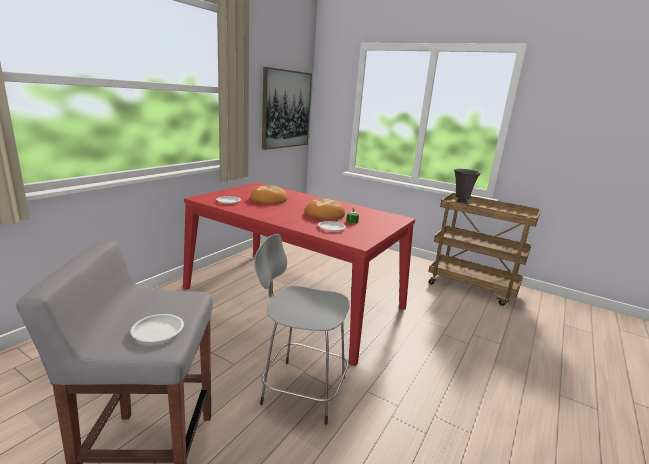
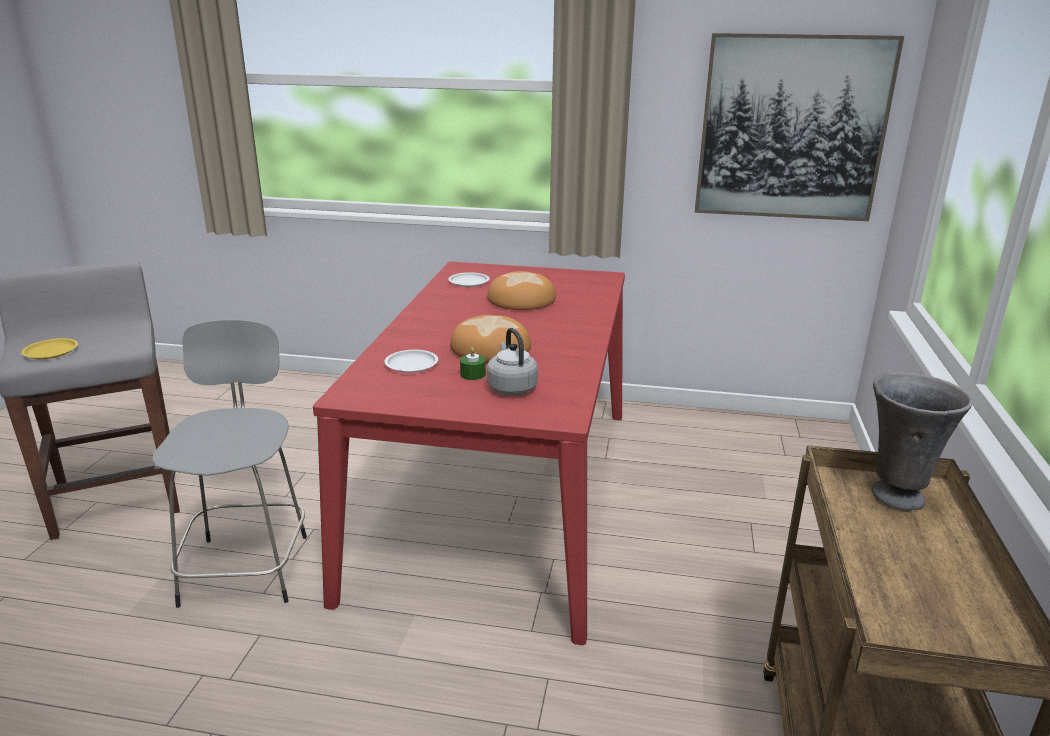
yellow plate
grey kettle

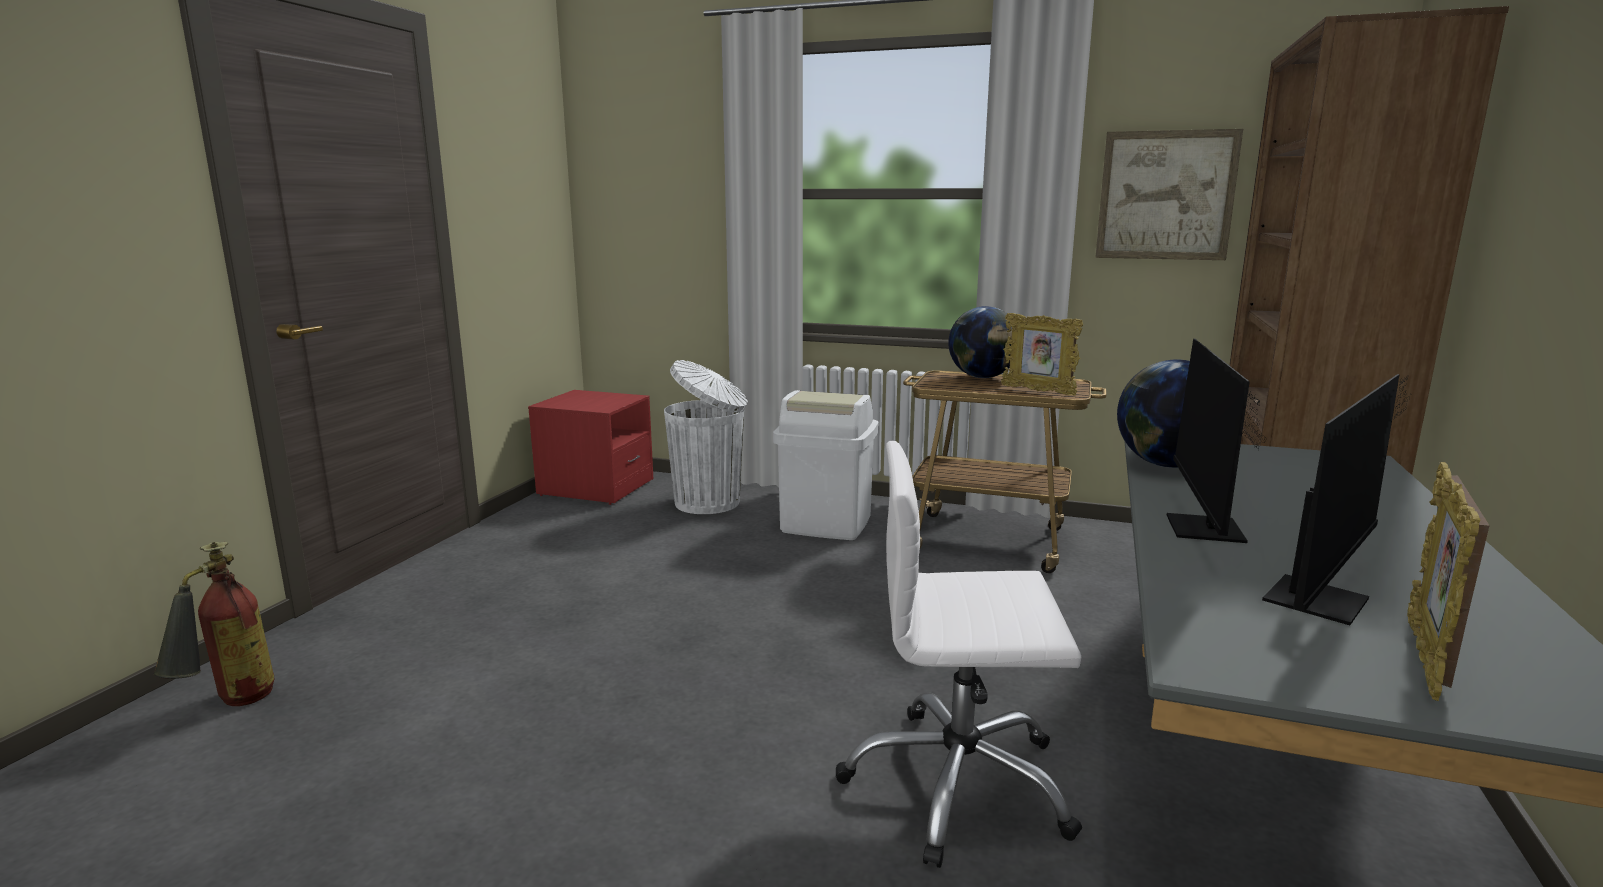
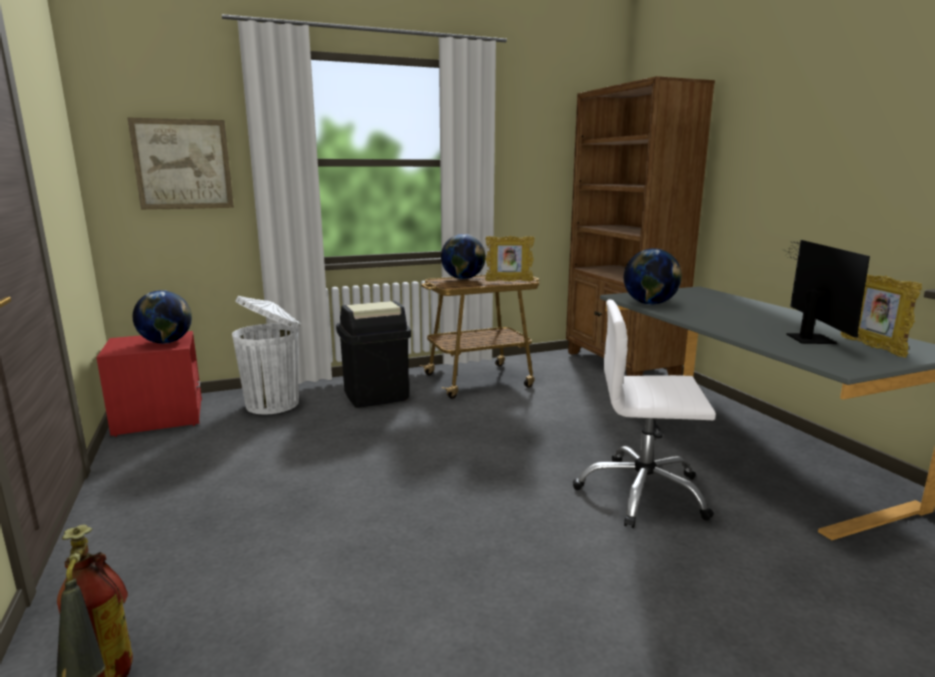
picture
monitor (1st from left in the first image)
black trash can
white office chair
globe (1st from left)

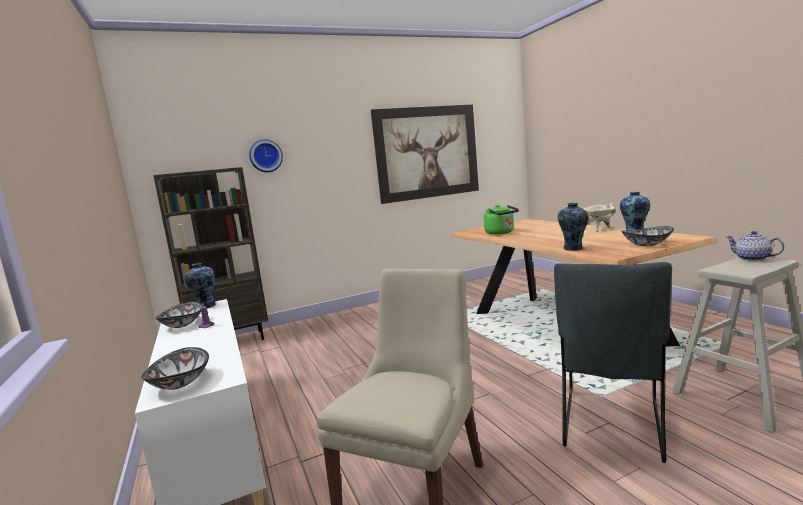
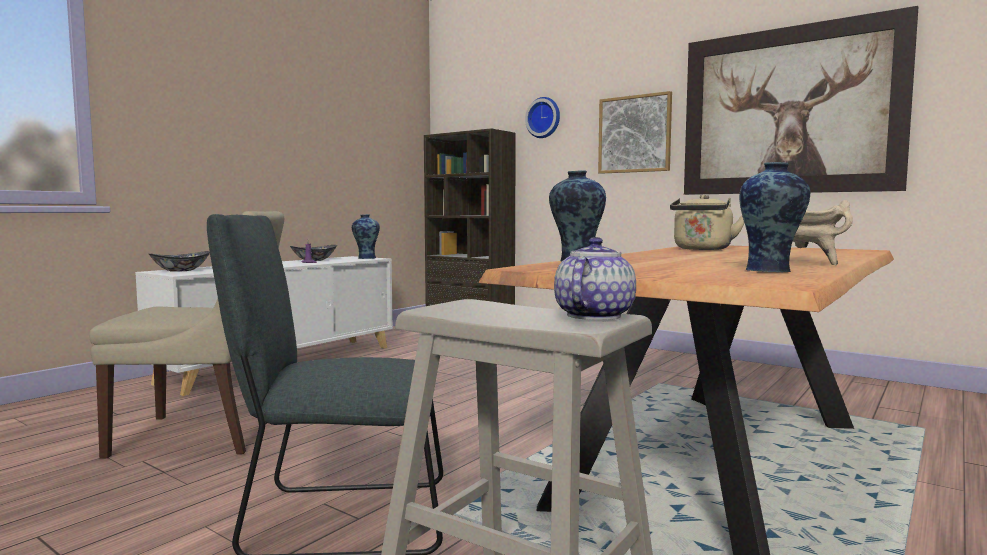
beige kettle
bowl (3rd from left in the first image)
picture (1st from left)

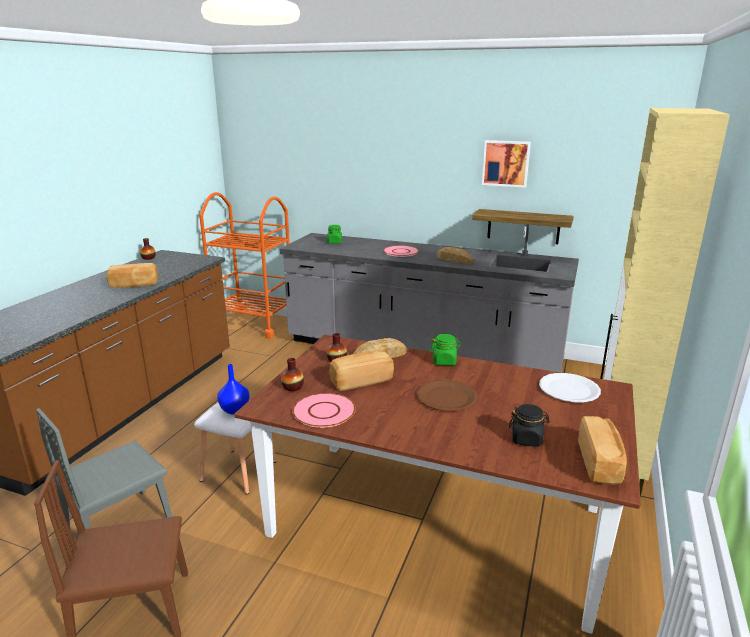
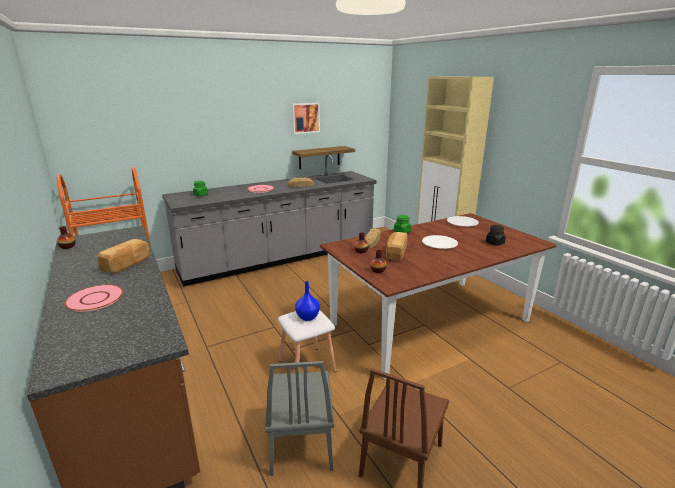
white plate (1st from left)
pink plate (1st from left)
bread (5th from left in the first image)

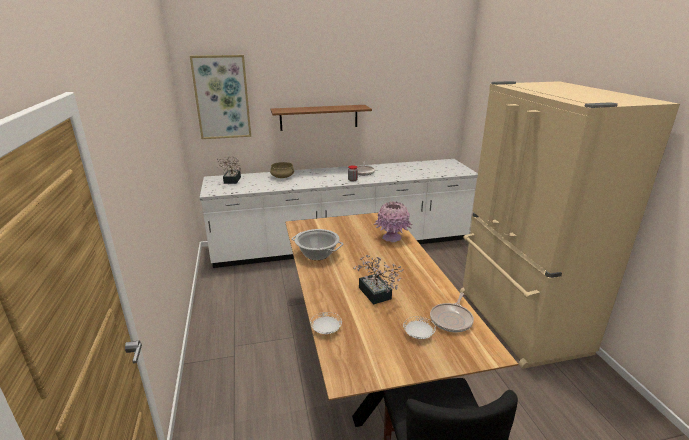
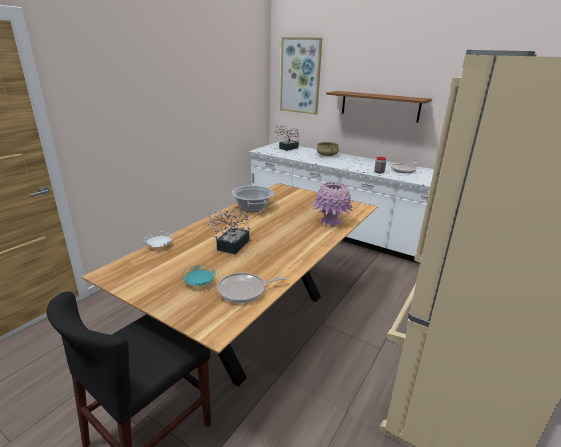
turquoise plate

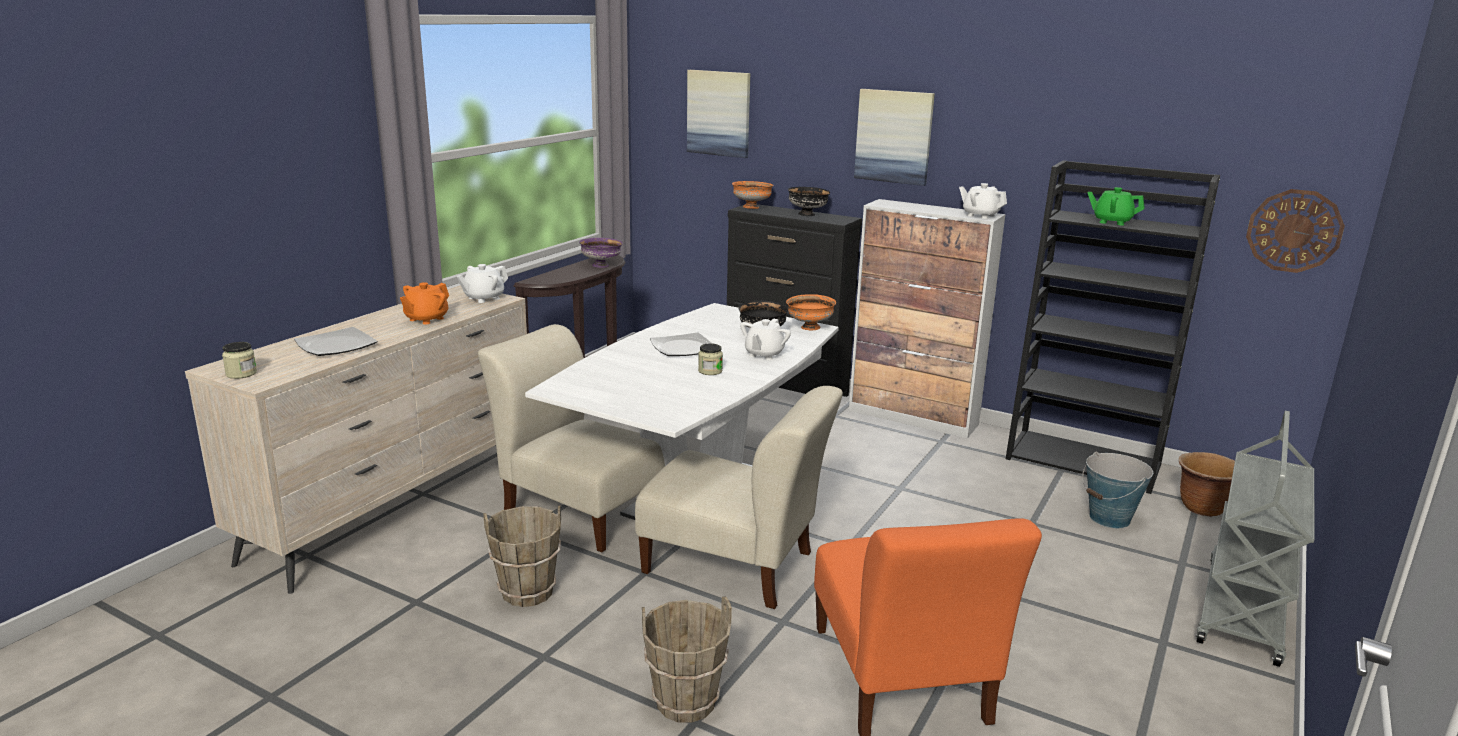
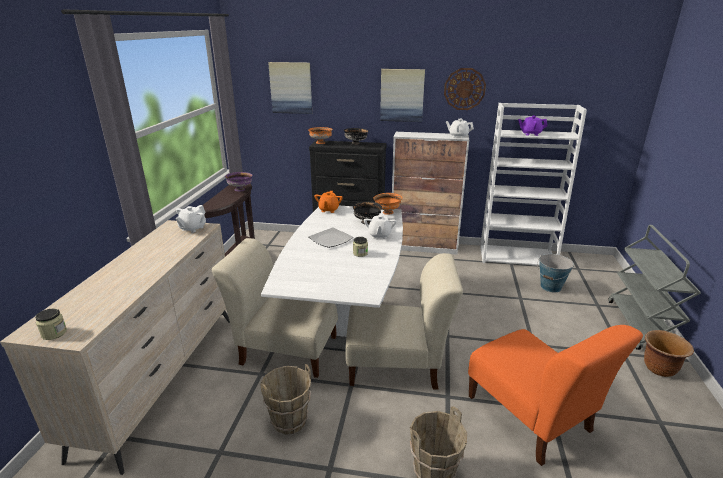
white bookcase
purple teapot
wall clock
orange teapot
plate (1st from left in the first image)
brown planter

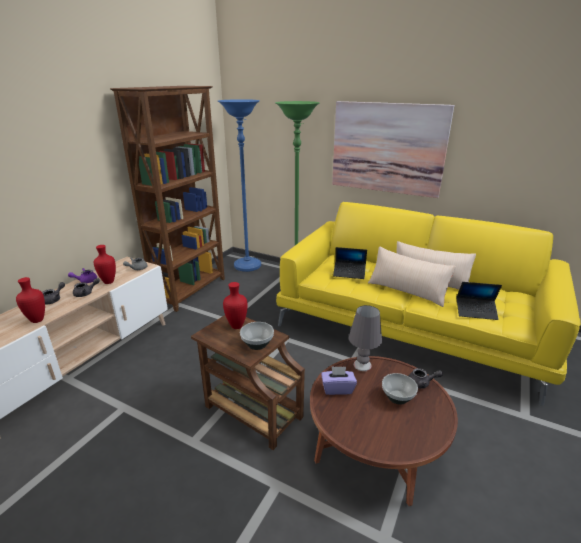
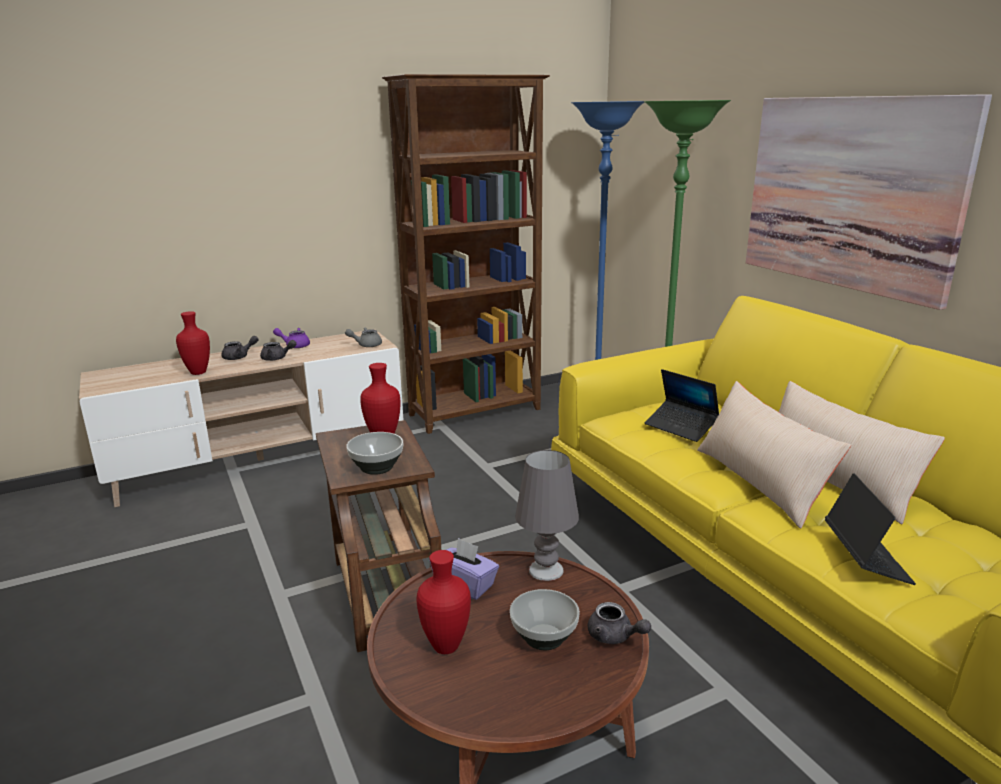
red vase (3rd from left)
laptop (2nd from left)

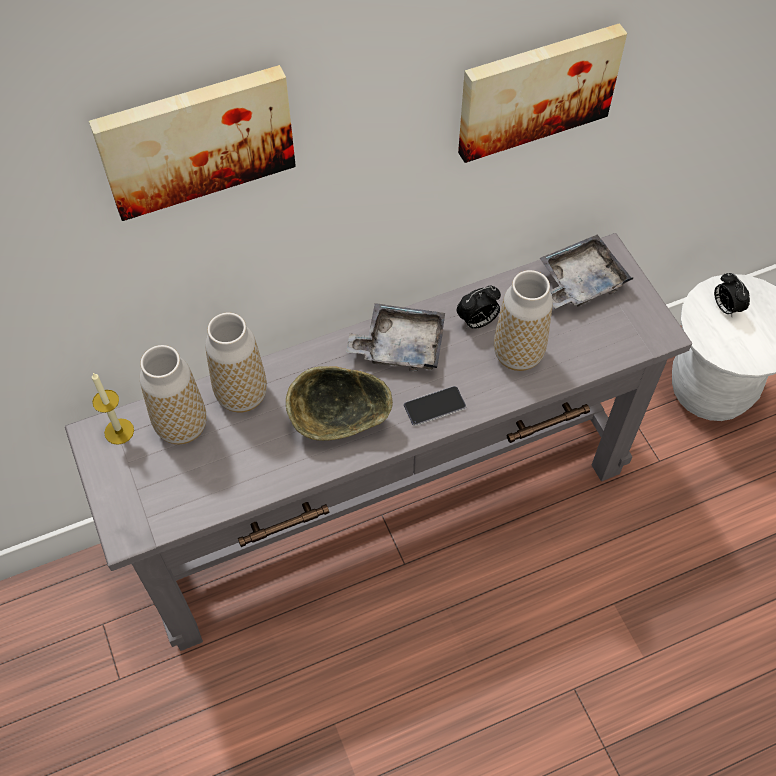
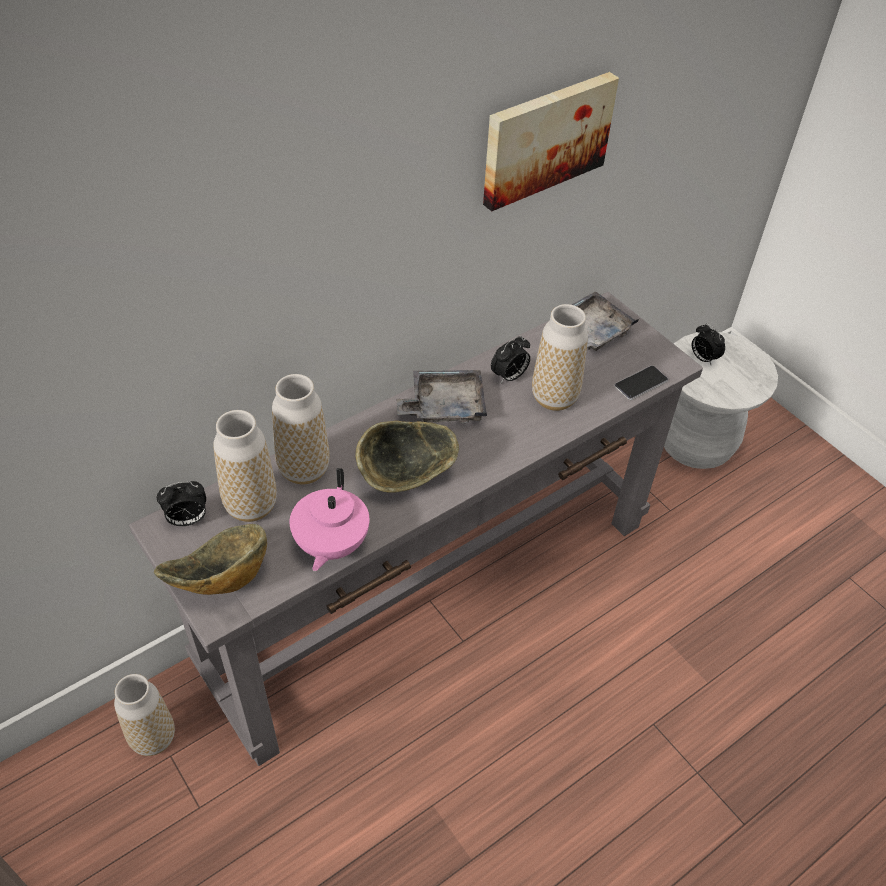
picture (1st from left in the first image)
alarm clock (1st from left)
phone
pink teapot
bowl (1st from left)
vase (1st from left)

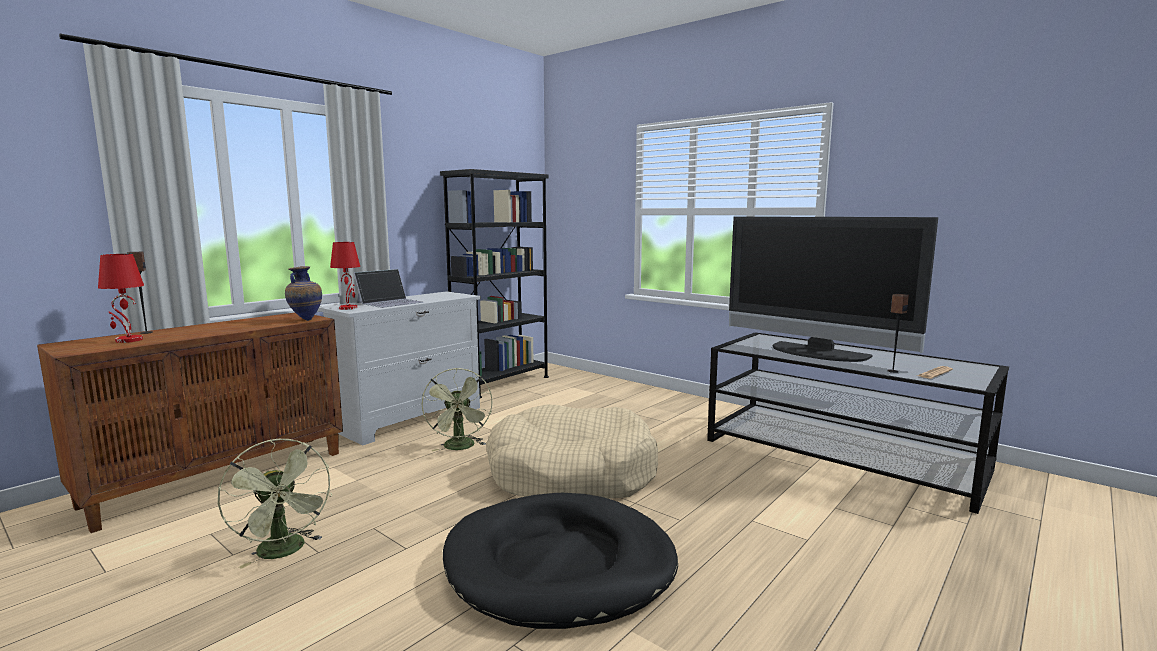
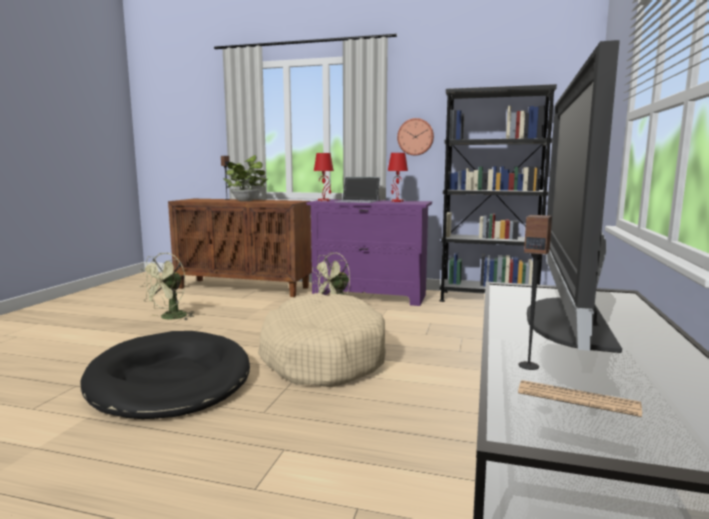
red table lamp (2nd from left)
vase
purple dresser
wall clock
potted plant

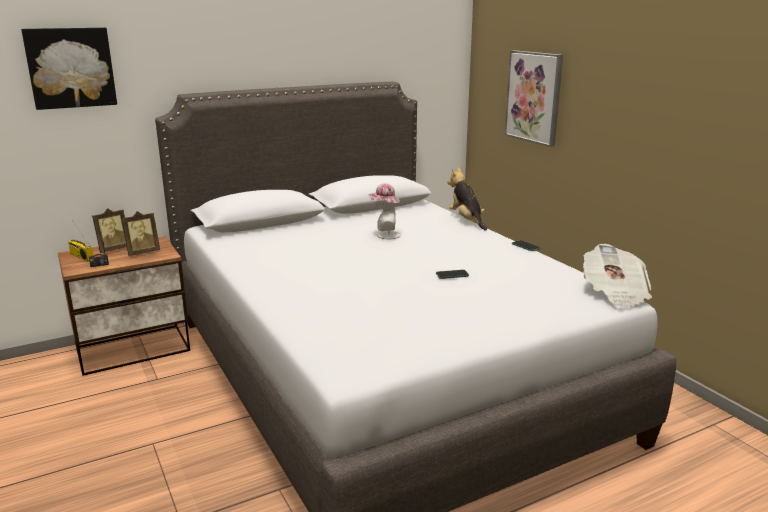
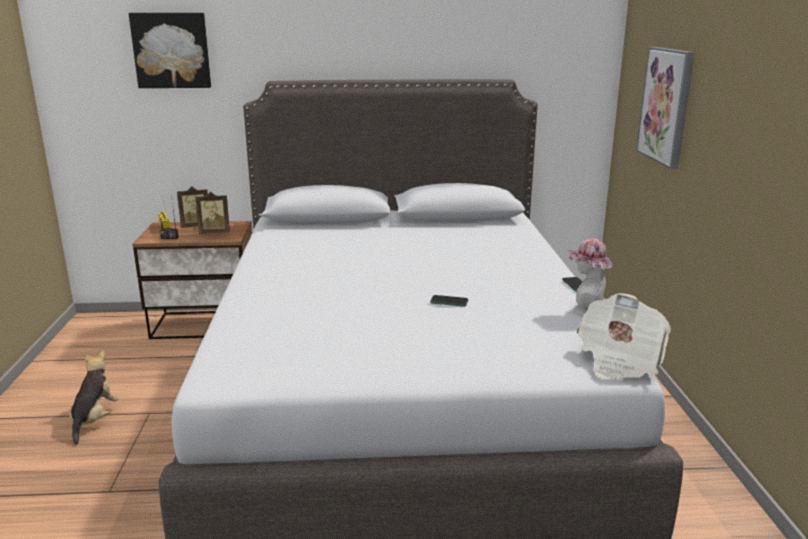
plush toy
hat

